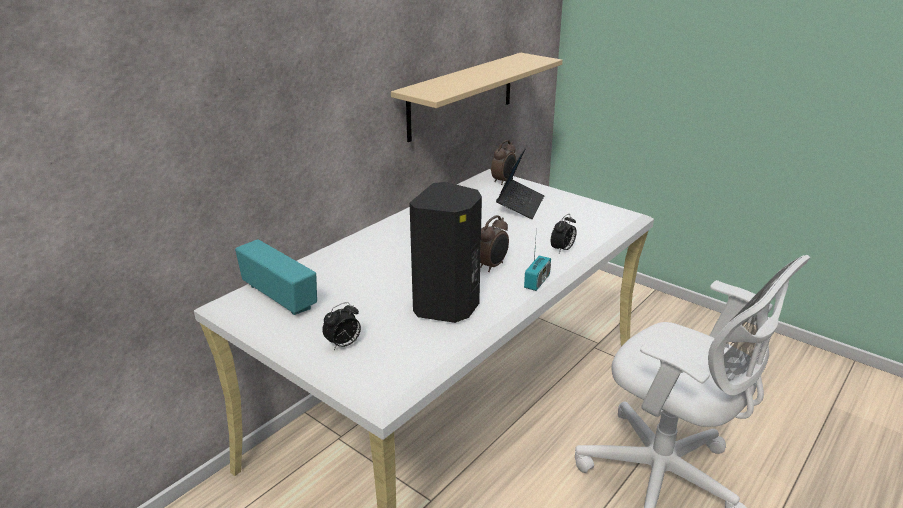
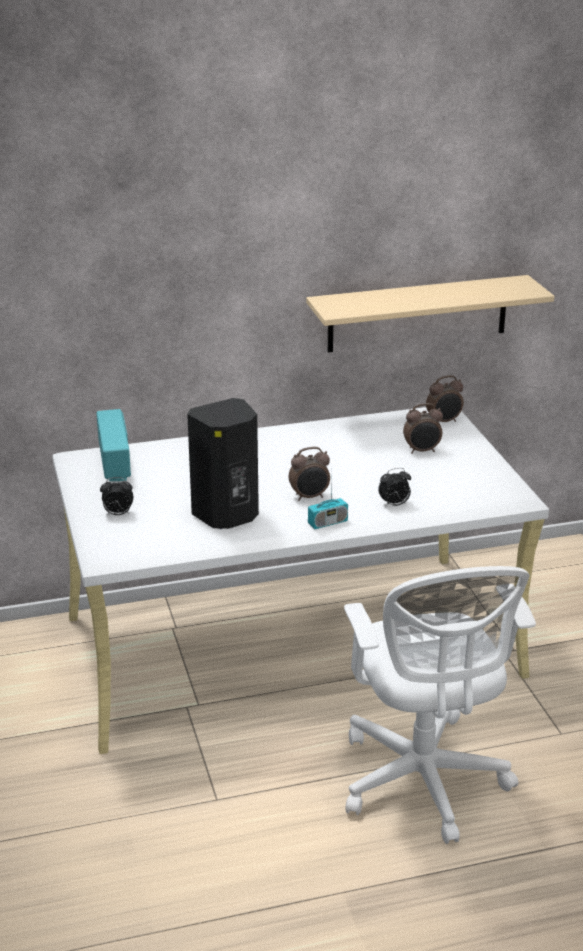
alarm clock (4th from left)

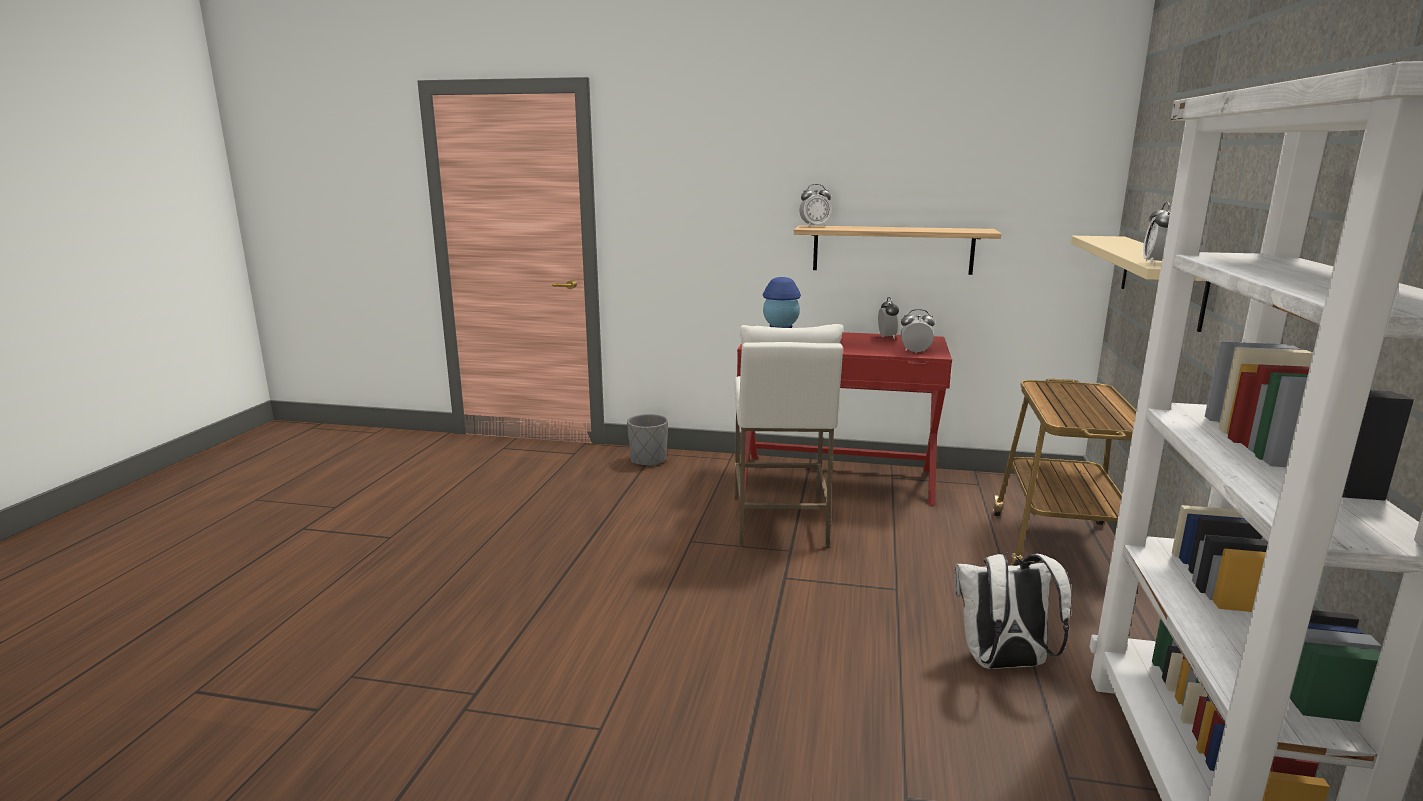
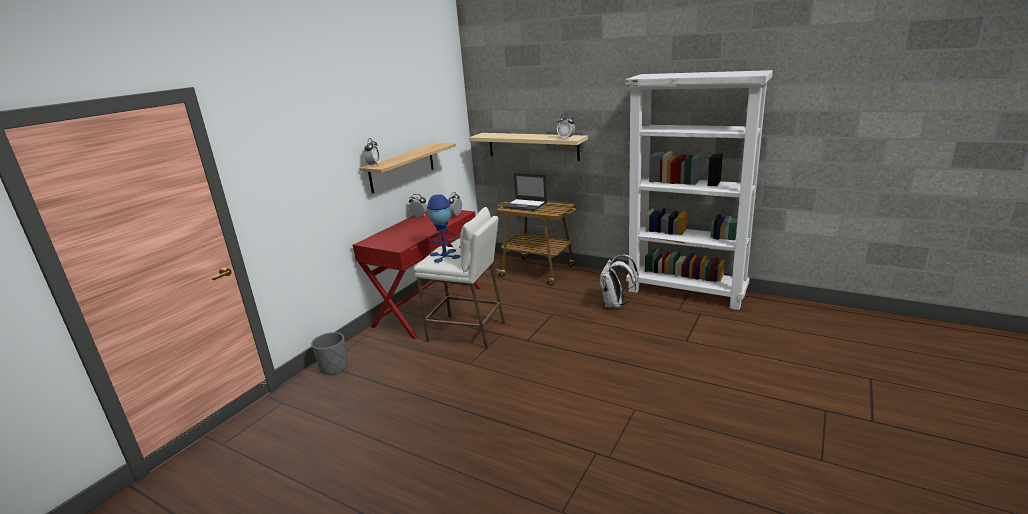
laptop

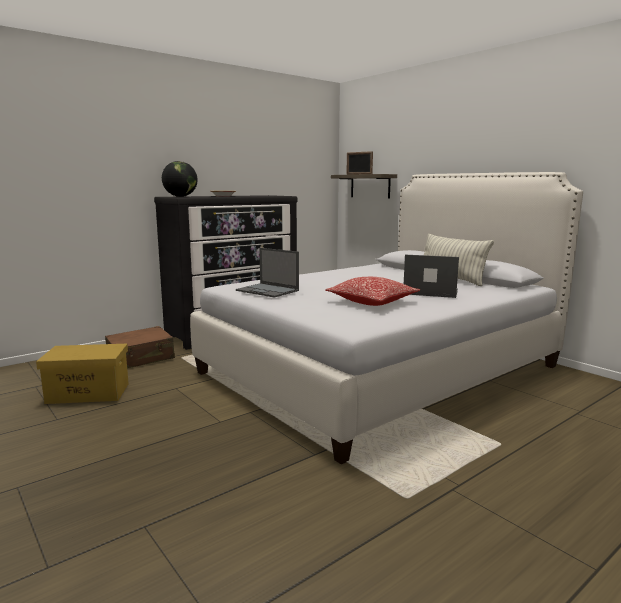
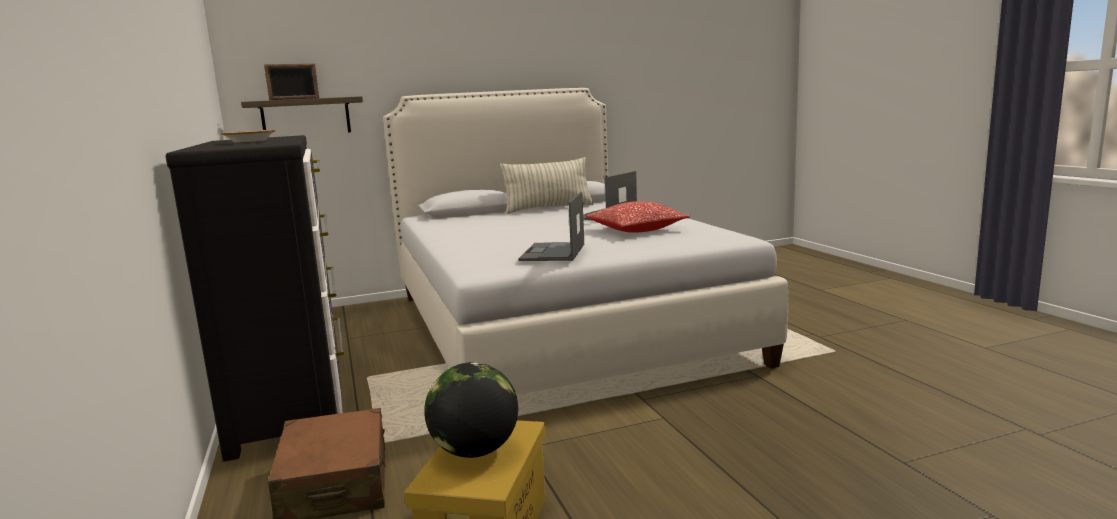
globe
laptop (1st from left)

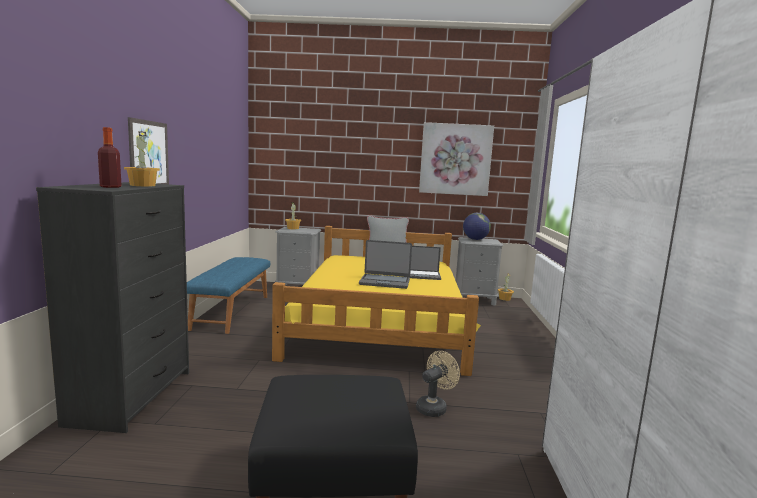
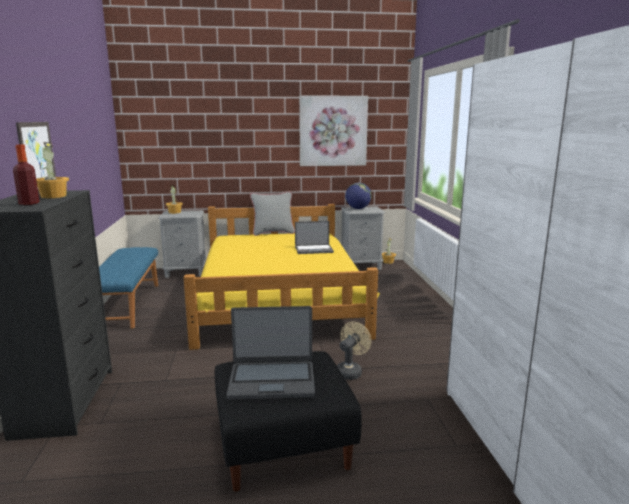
laptop (1st from left)

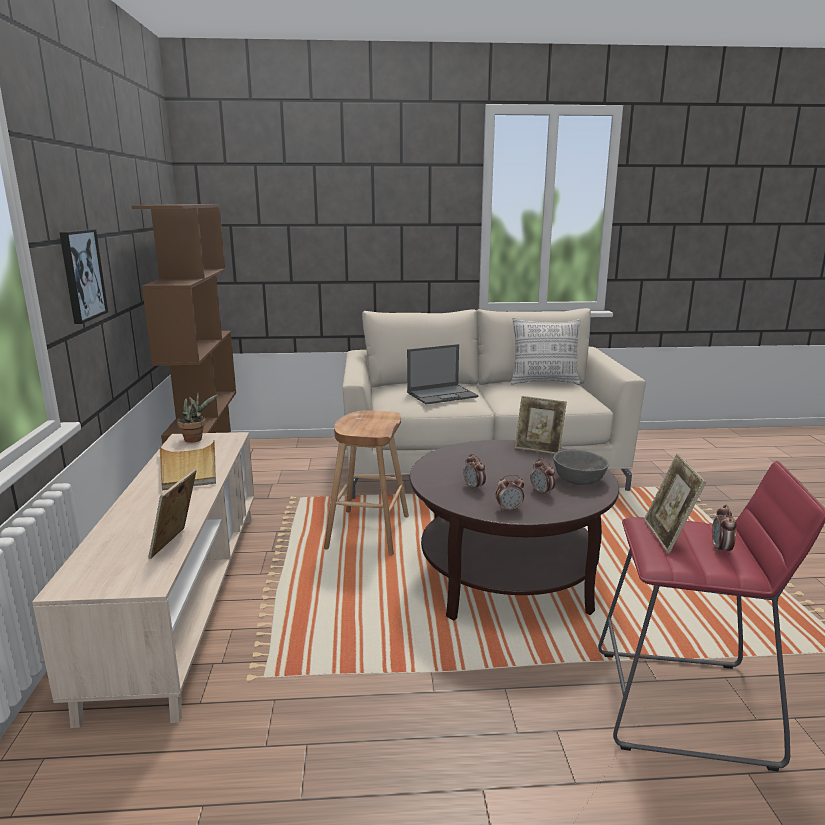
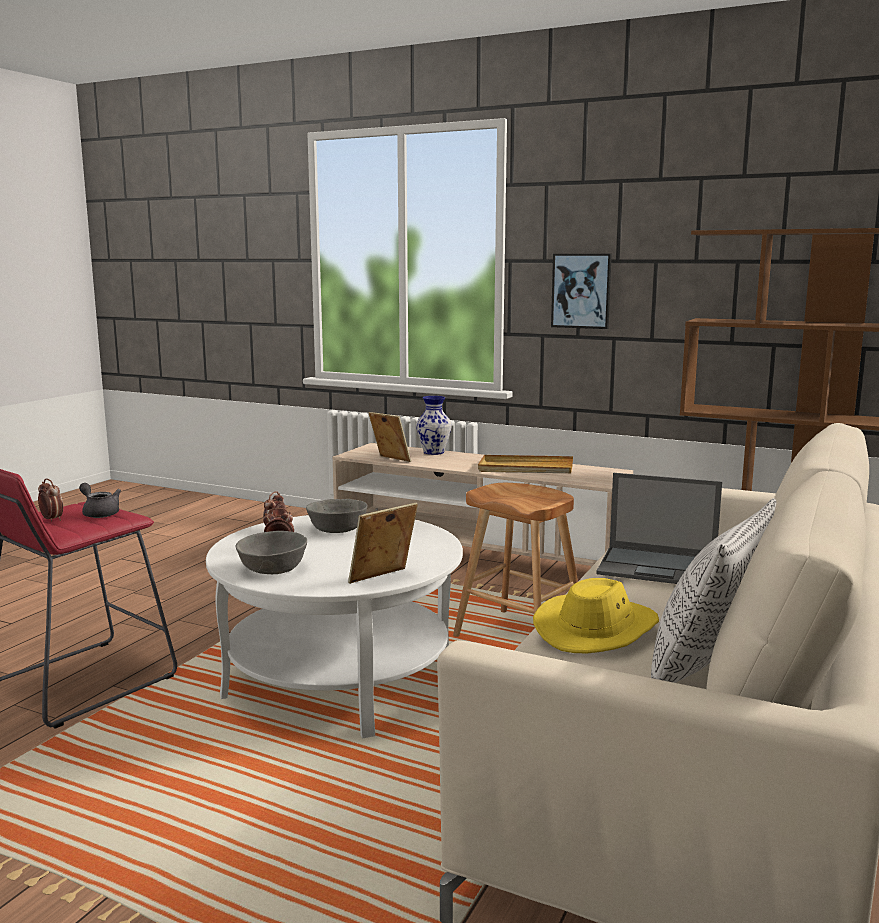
laptop
potted plant
white coffee table
grey teapot
grey bowl (2nd from left)
vase
yellow hat

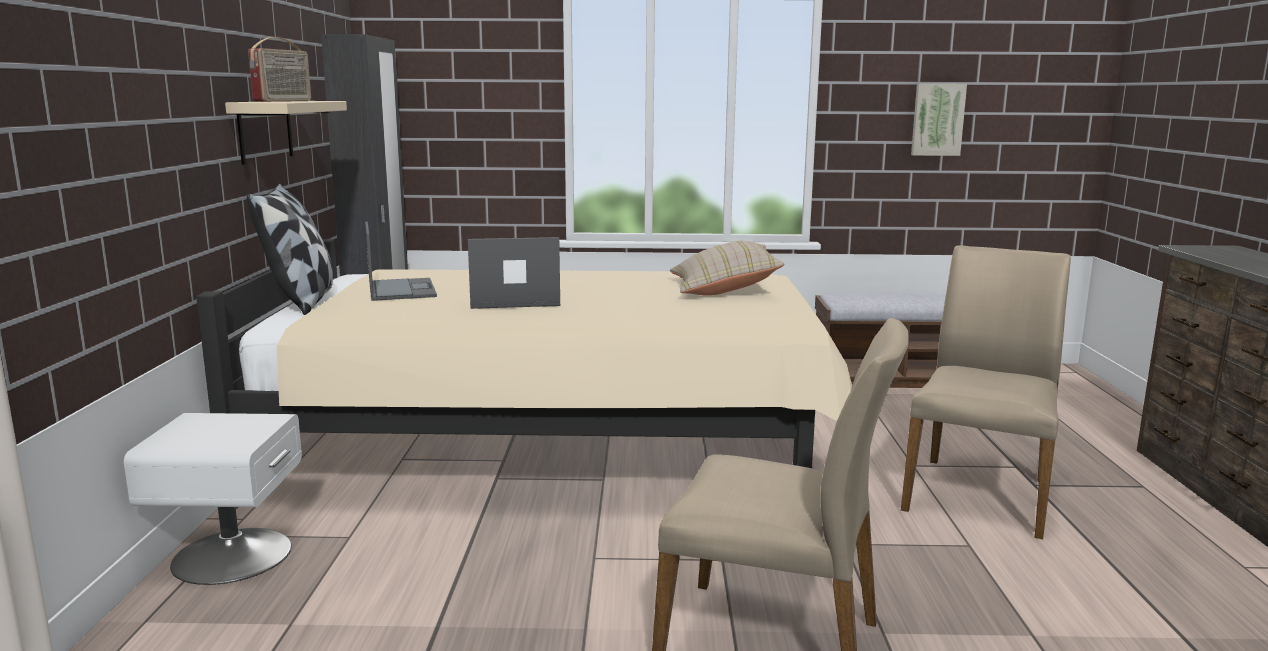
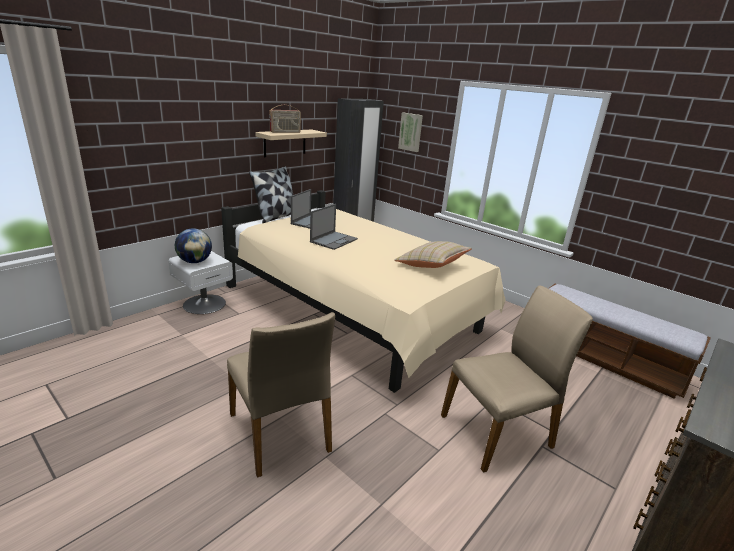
picture
laptop (2nd from left)
globe

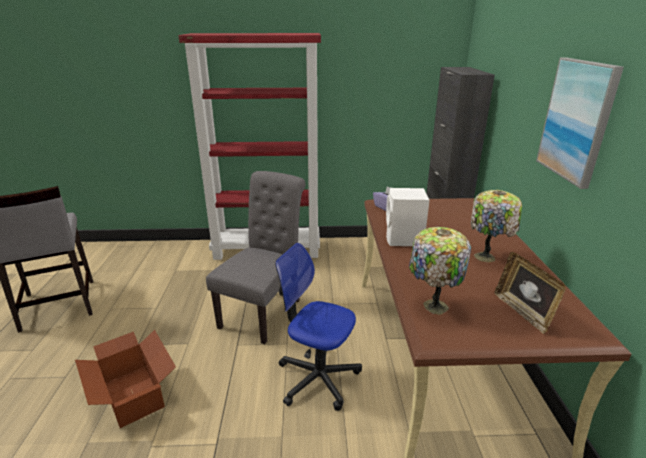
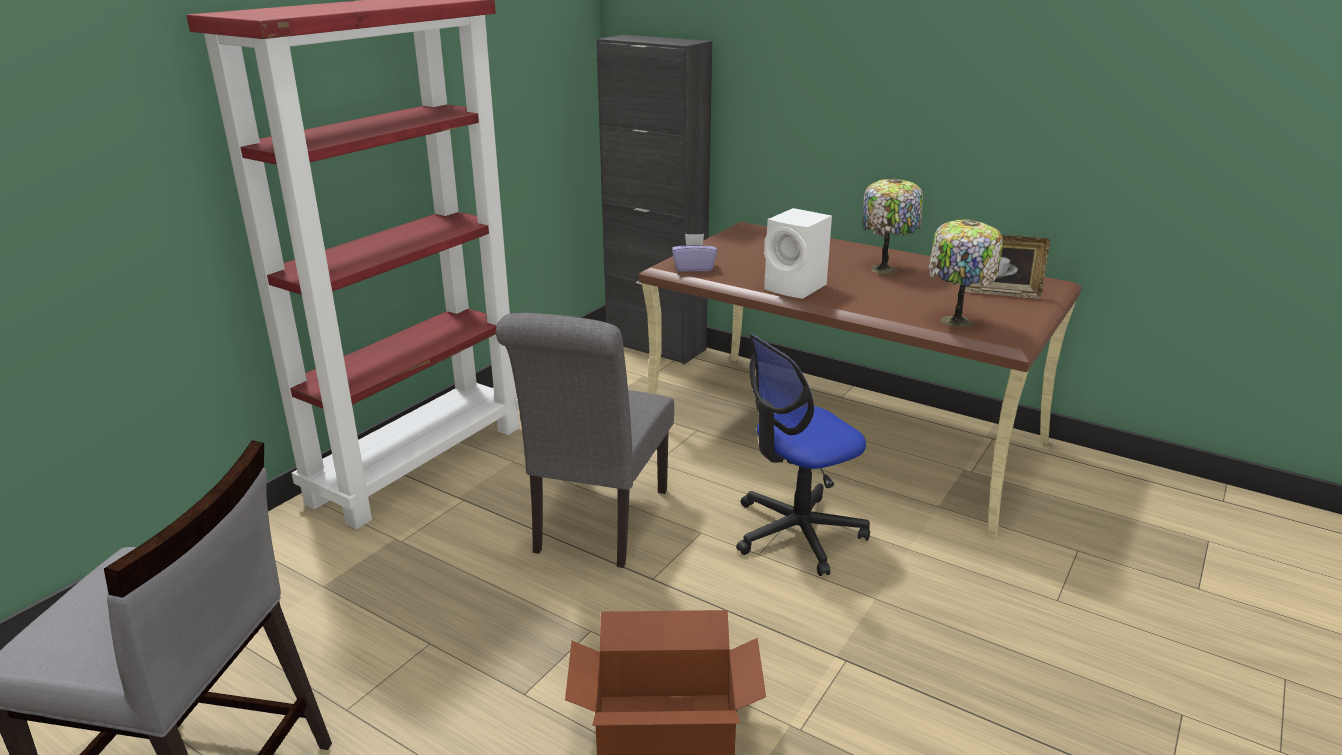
picture
grey chair (2nd from left)

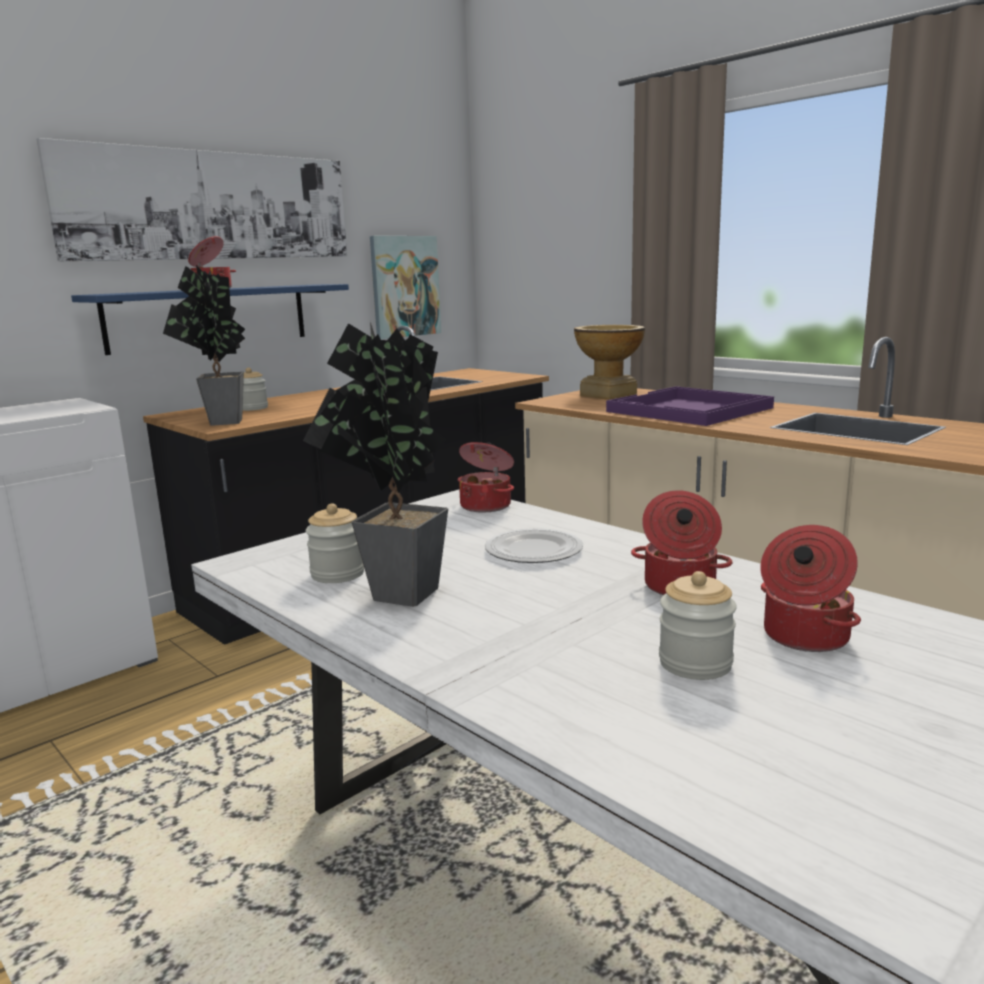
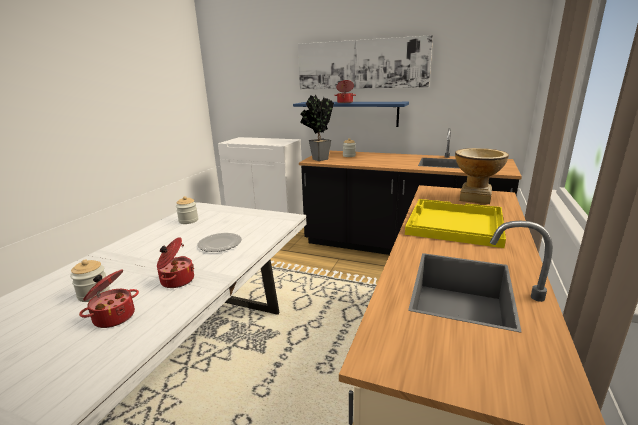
picture (2nd from left in the first image)
potted plant (2nd from left in the first image)
yellow tray
cooking pot (2nd from left in the first image)

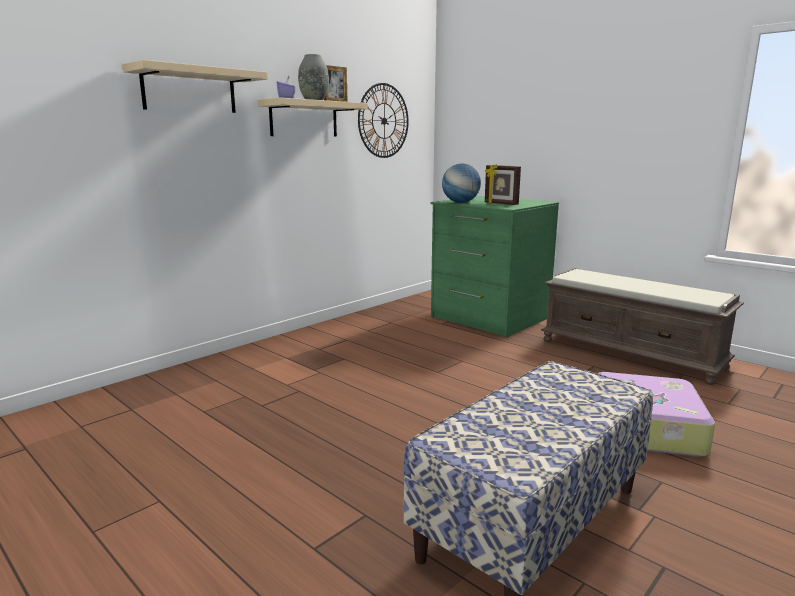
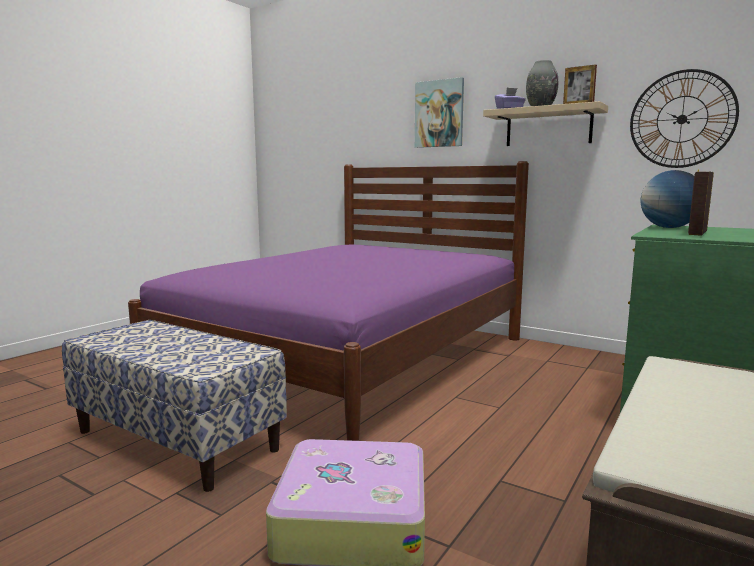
picture
purple bed

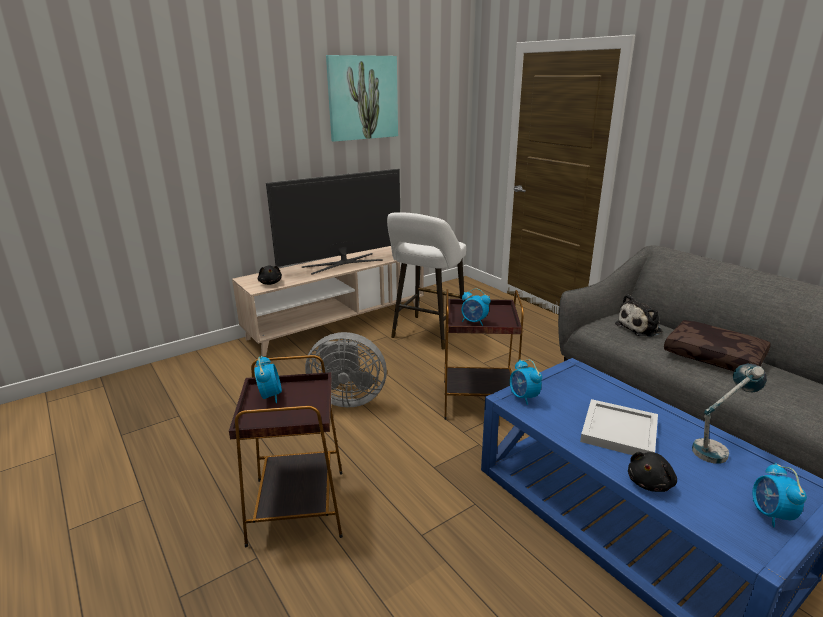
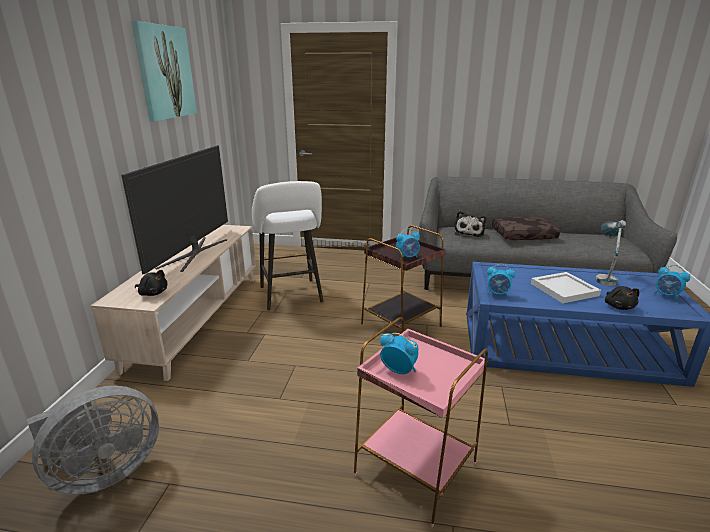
grey fan
pink side table

